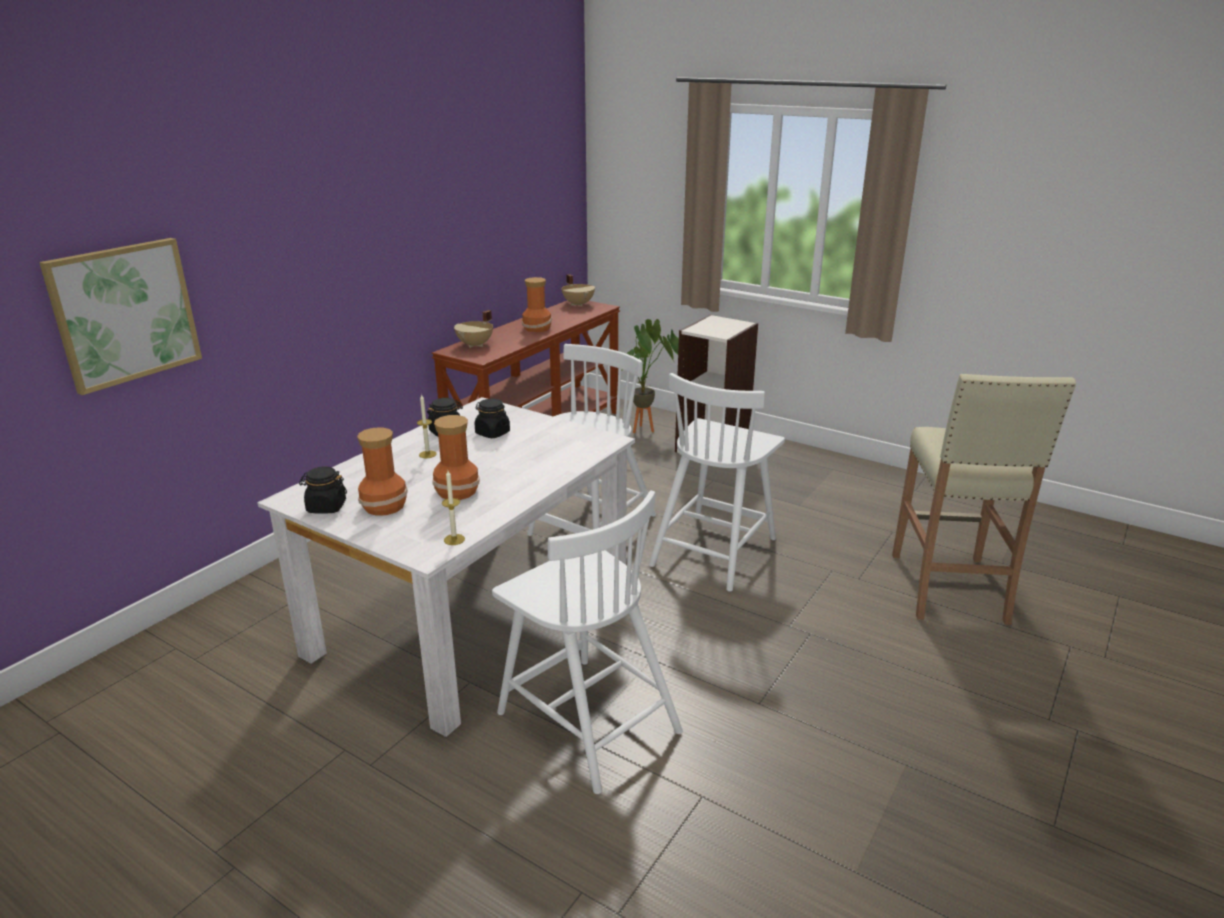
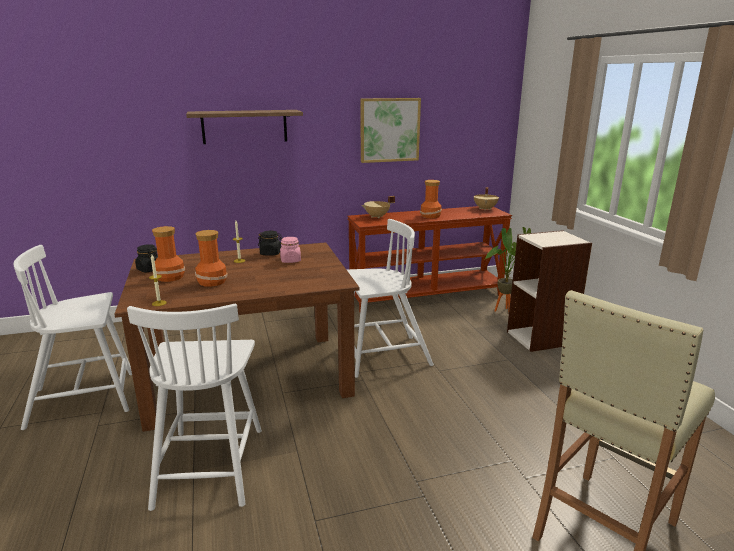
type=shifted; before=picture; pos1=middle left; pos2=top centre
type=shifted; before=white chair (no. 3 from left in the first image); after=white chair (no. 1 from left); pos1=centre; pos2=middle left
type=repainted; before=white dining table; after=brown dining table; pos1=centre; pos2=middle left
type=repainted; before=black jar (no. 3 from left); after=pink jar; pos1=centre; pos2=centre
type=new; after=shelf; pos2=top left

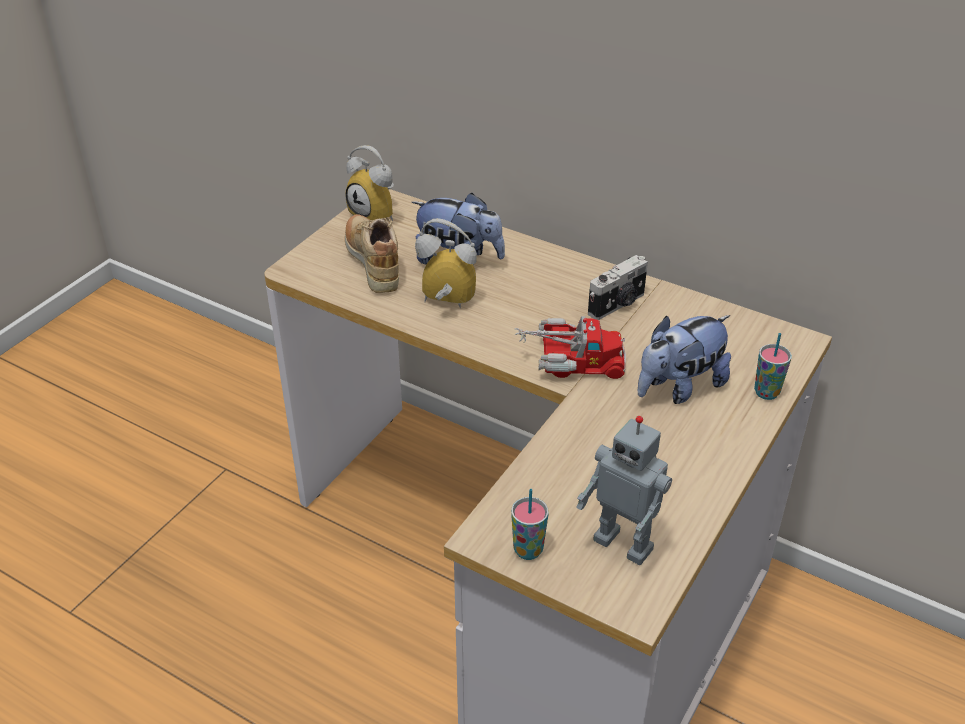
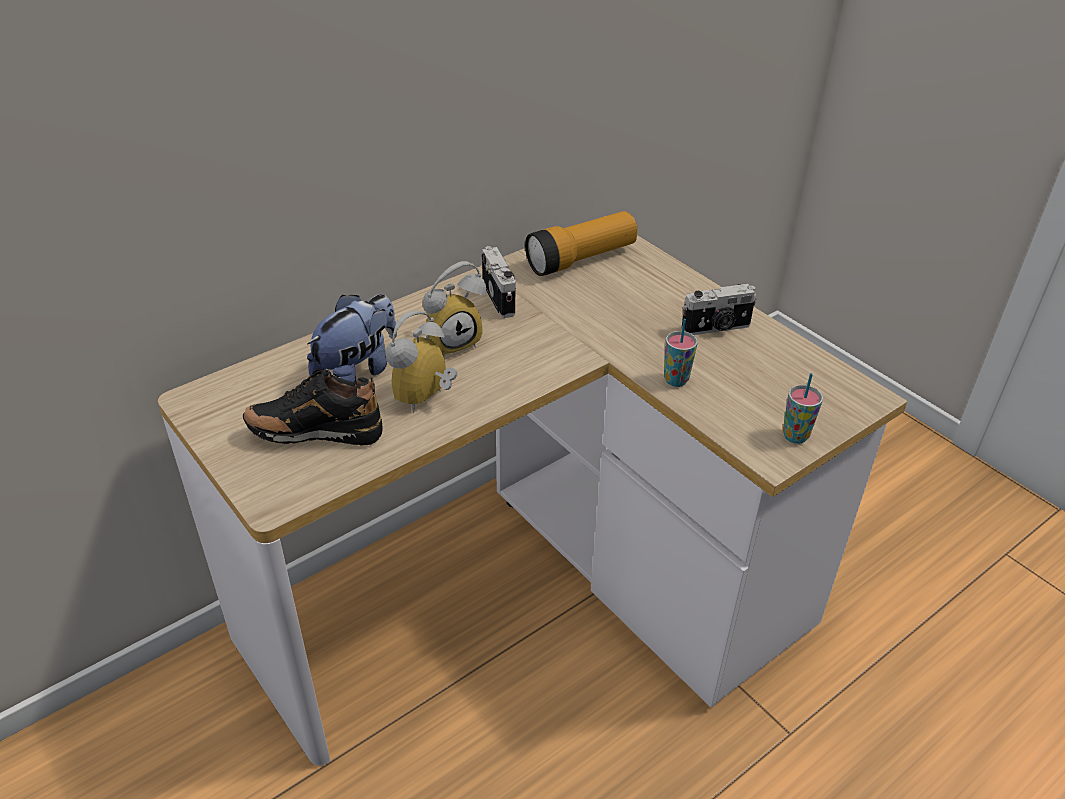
type=shifted; before=alarm clock (no. 1 from left in the first image); after=alarm clock (no. 2 from left); pos1=top centre; pos2=centre
type=repainted; before=beige shoe; after=black shoe; pos1=centre; pos2=middle left
type=gone; before=plush toy (no. 2 from left); pos1=middle right
type=gone; before=toy truck; pos1=centre
type=shifted; before=cup (no. 2 from left in the first image); after=cup (no. 1 from left); pos1=middle right; pos2=centre
type=gone; before=toy robot; pos1=bottom centre
type=new; after=flashlight; pos2=top centre
type=new; after=photo camera (no. 2 from left); pos2=middle right

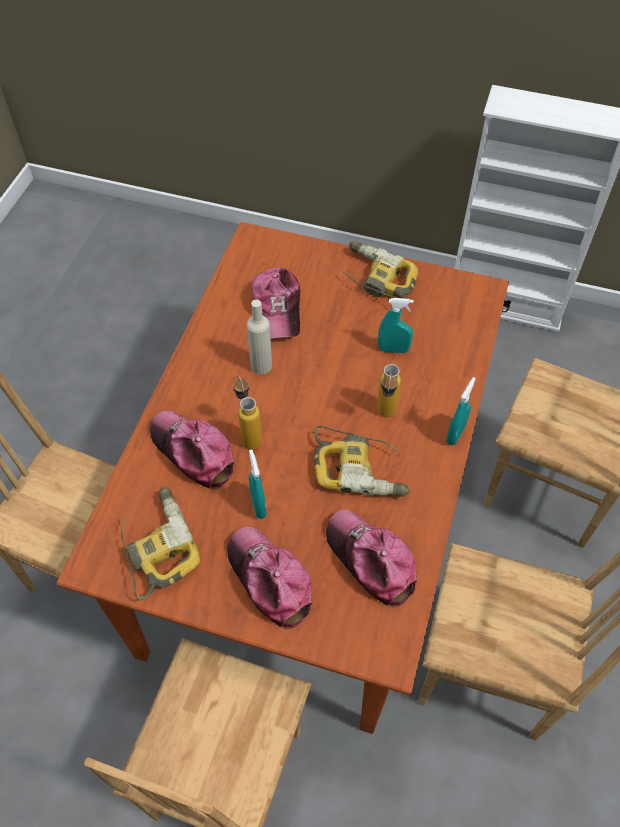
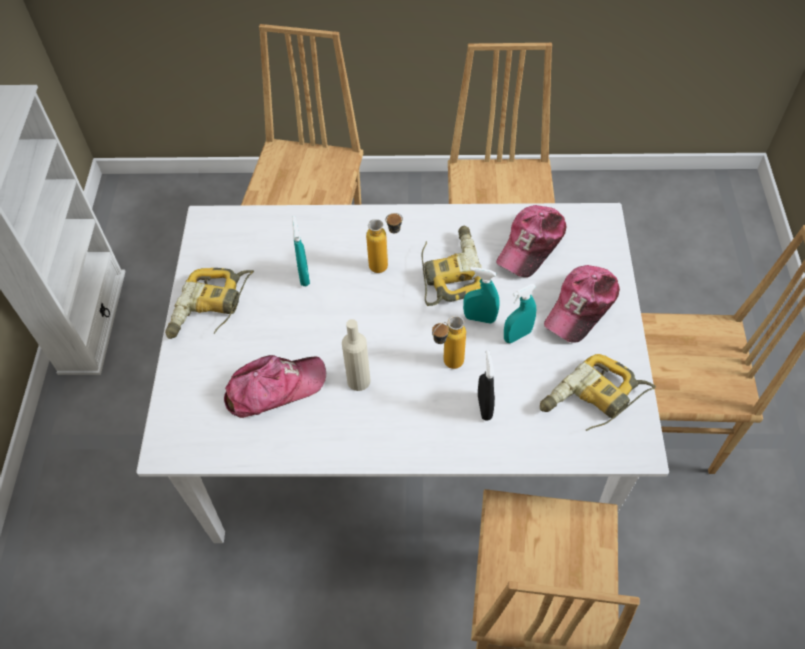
type=repainted; before=brown dining table; after=white dining table; pos1=centre; pos2=centre
type=shifted; before=turquoise spray bottle (no. 3 from left in the first image); after=turquoise spray bottle (no. 2 from left); pos1=middle right; pos2=centre
type=swapped; before=cap (no. 1 from left); after=black spray bottle; pos1=middle left; pos2=centre

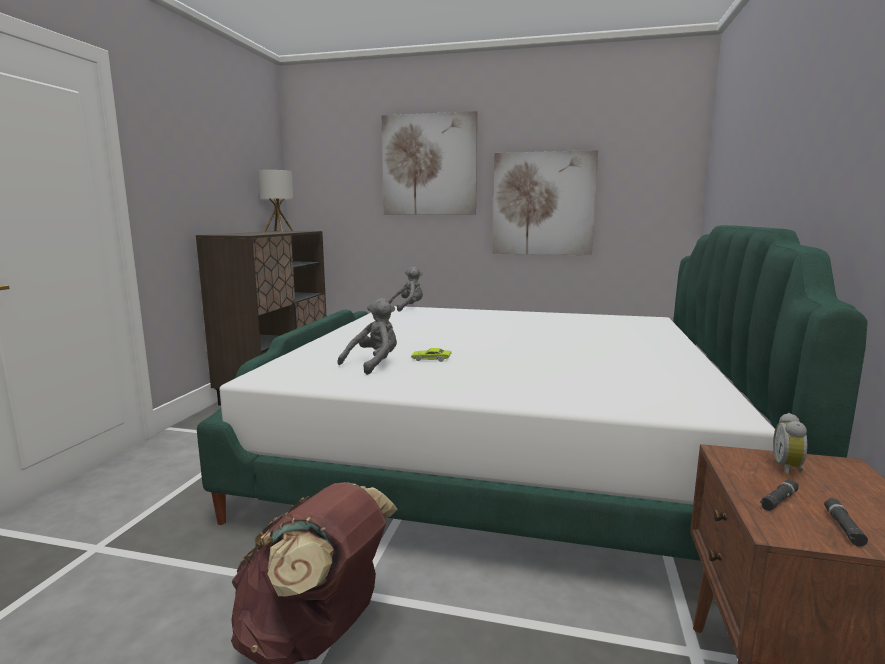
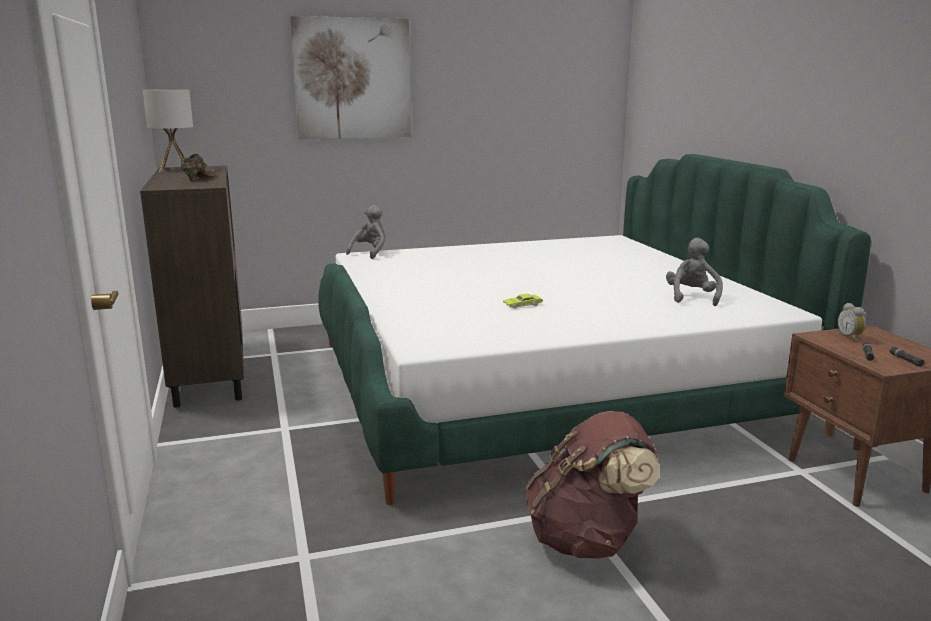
type=gone; before=picture (no. 2 from left); pos1=top centre
type=shifted; before=grey plush toy (no. 1 from left in the first image); after=grey plush toy (no. 2 from left); pos1=centre; pos2=middle right
type=new; after=brown shoe; pos2=top left

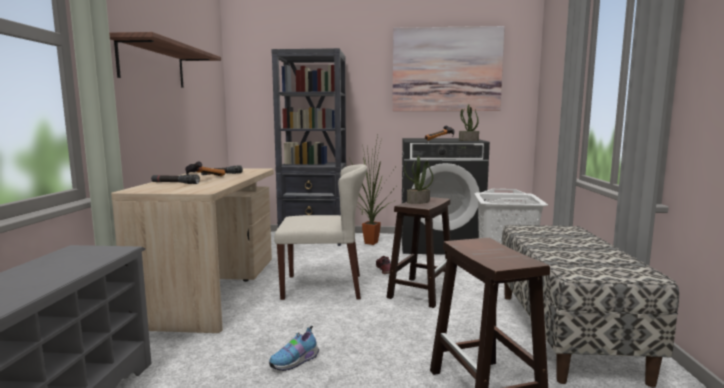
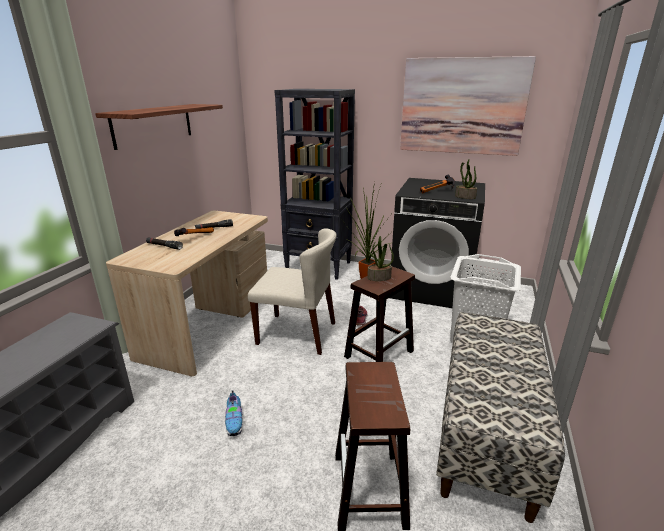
type=rotated; before=shoe (no. 1 from left); pos1=bottom centre; pos2=bottom centre; turn=-75

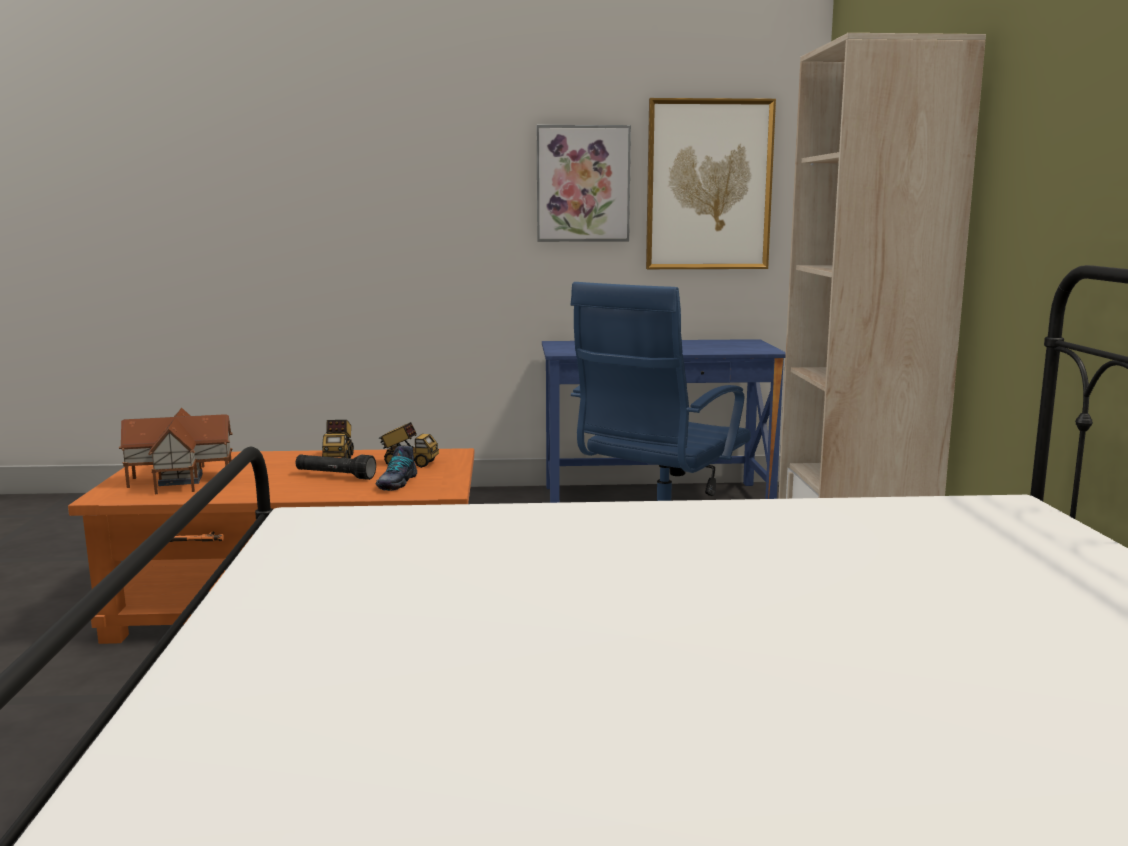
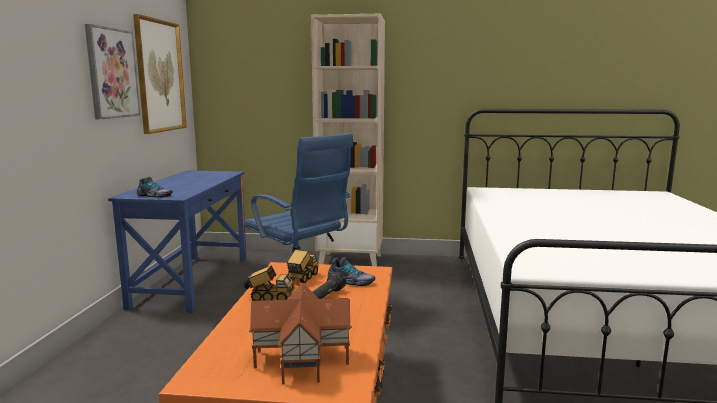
type=new; after=shoe (no. 1 from left); pos2=middle left

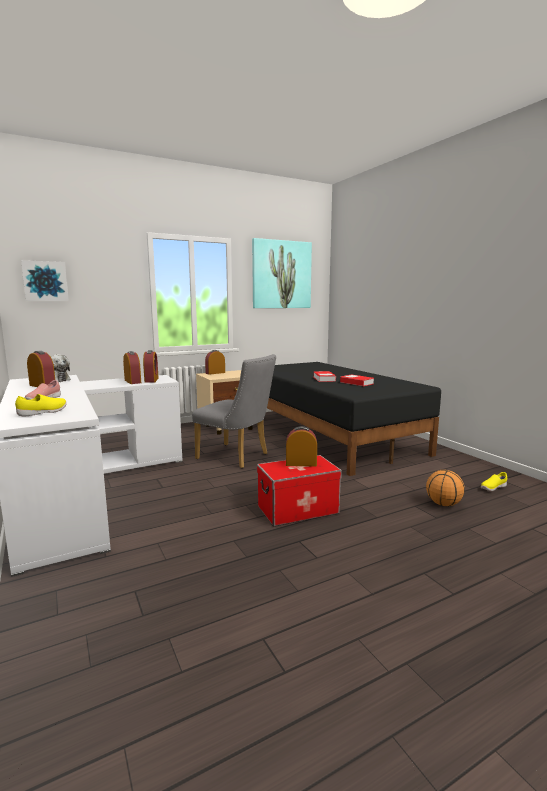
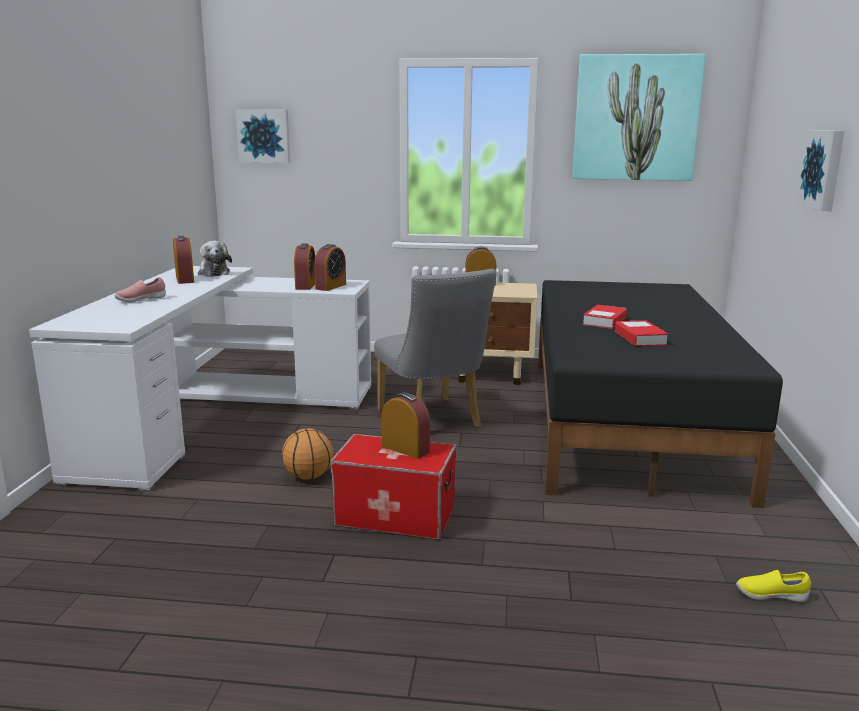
type=gone; before=yellow shoe (no. 1 from left); pos1=middle left
type=shifted; before=basketball; pos1=middle right; pos2=centre
type=new; after=picture (no. 3 from left); pos2=top right

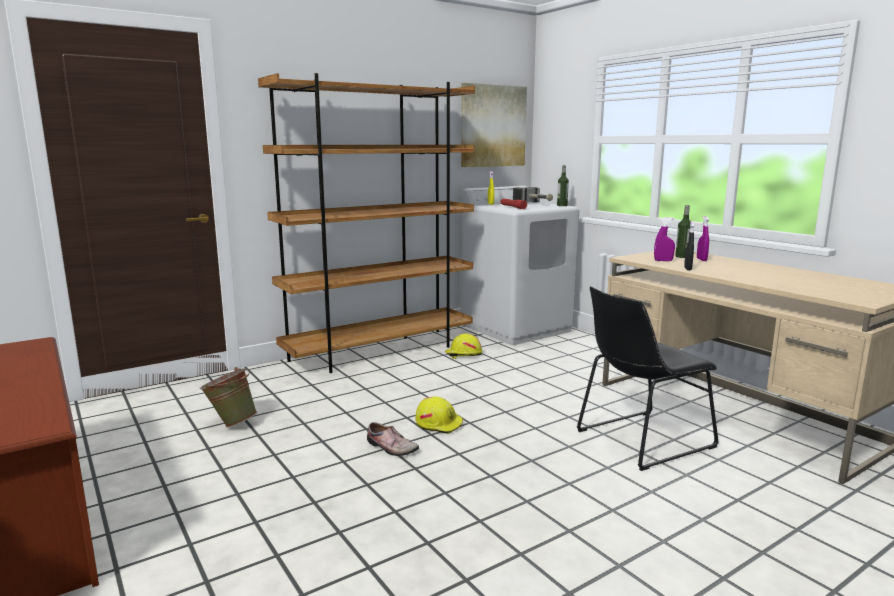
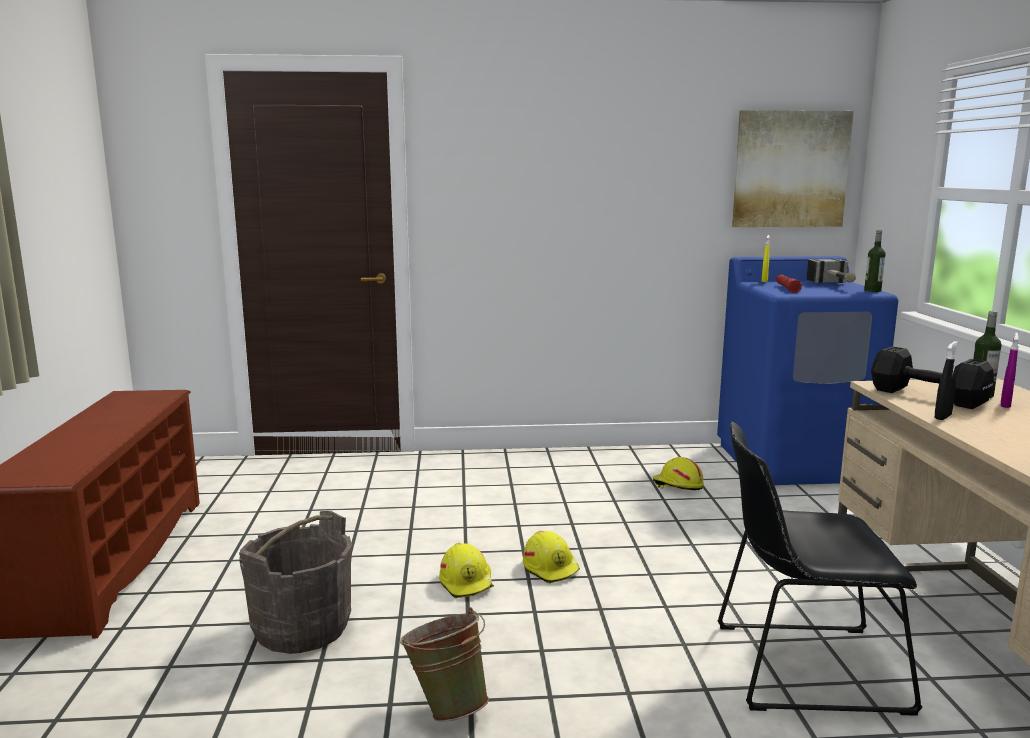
type=gone; before=brown bookcase; pos1=centre
type=repainted; before=white washing machine; after=blue washing machine; pos1=centre; pos2=middle right
type=swapped; before=purple spray bottle (no. 1 from left); after=black dumbbell; pos1=middle right; pos2=middle right
type=shifted; before=green bucket; pos1=middle left; pos2=bottom centre
type=swapped; before=shoe; after=yellow hard hat (no. 1 from left); pos1=bottom centre; pos2=bottom centre
type=new; after=grey bucket; pos2=bottom left

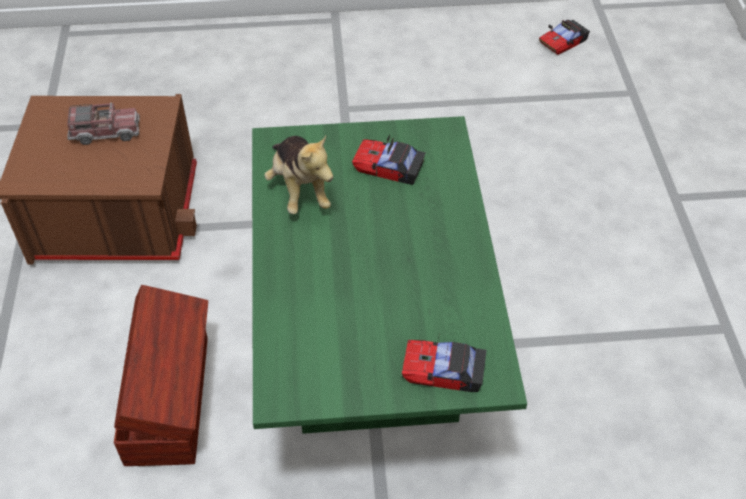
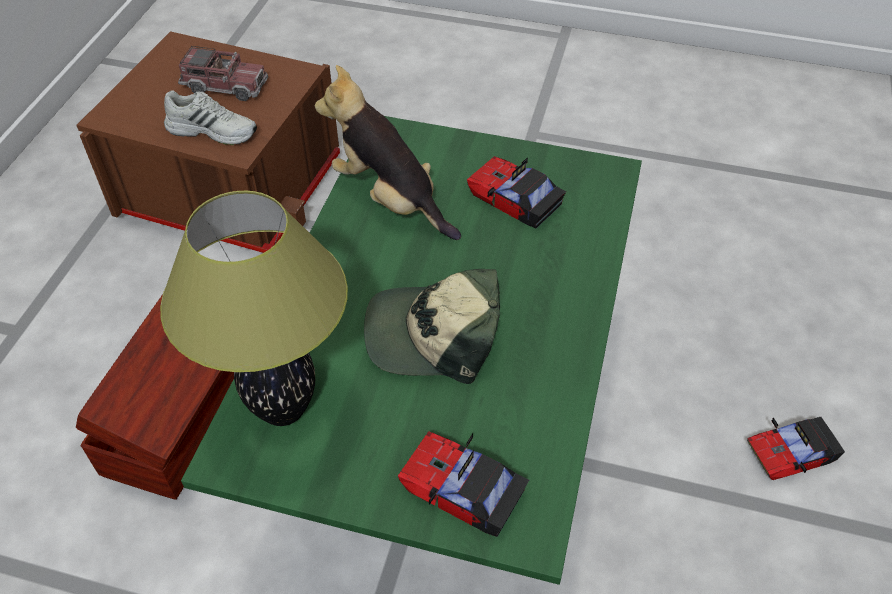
type=shifted; before=toy car (no. 3 from left); pos1=top right; pos2=bottom right
type=rotated; before=plush toy; pos1=centre; pos2=top centre; turn=135
type=new; after=white shoe; pos2=top left
type=new; after=table lamp; pos2=middle left
type=new; after=cap; pos2=centre

